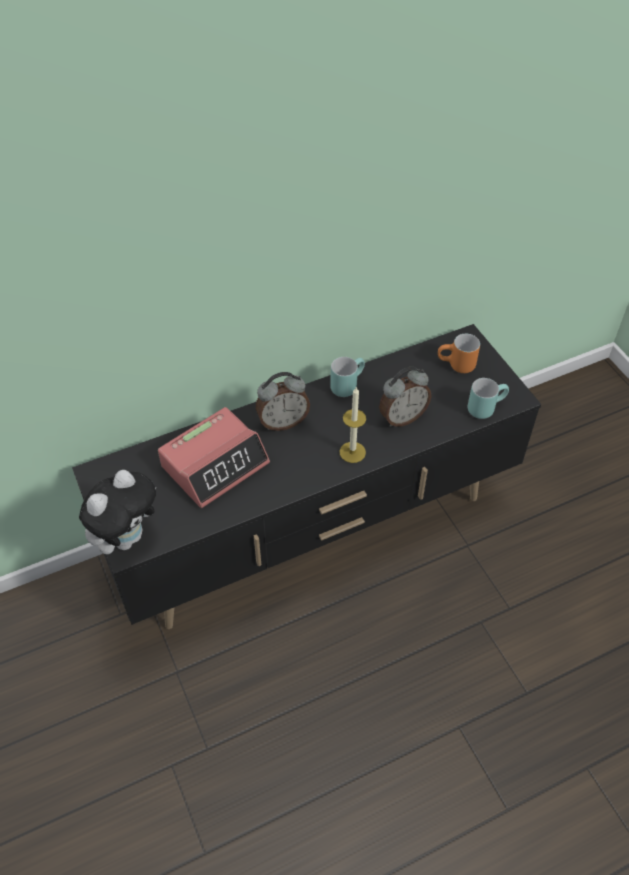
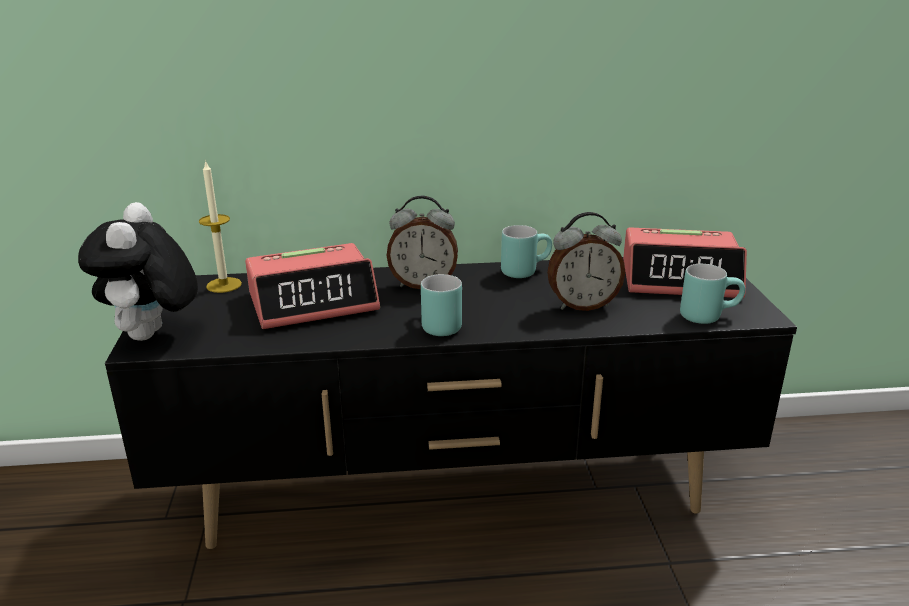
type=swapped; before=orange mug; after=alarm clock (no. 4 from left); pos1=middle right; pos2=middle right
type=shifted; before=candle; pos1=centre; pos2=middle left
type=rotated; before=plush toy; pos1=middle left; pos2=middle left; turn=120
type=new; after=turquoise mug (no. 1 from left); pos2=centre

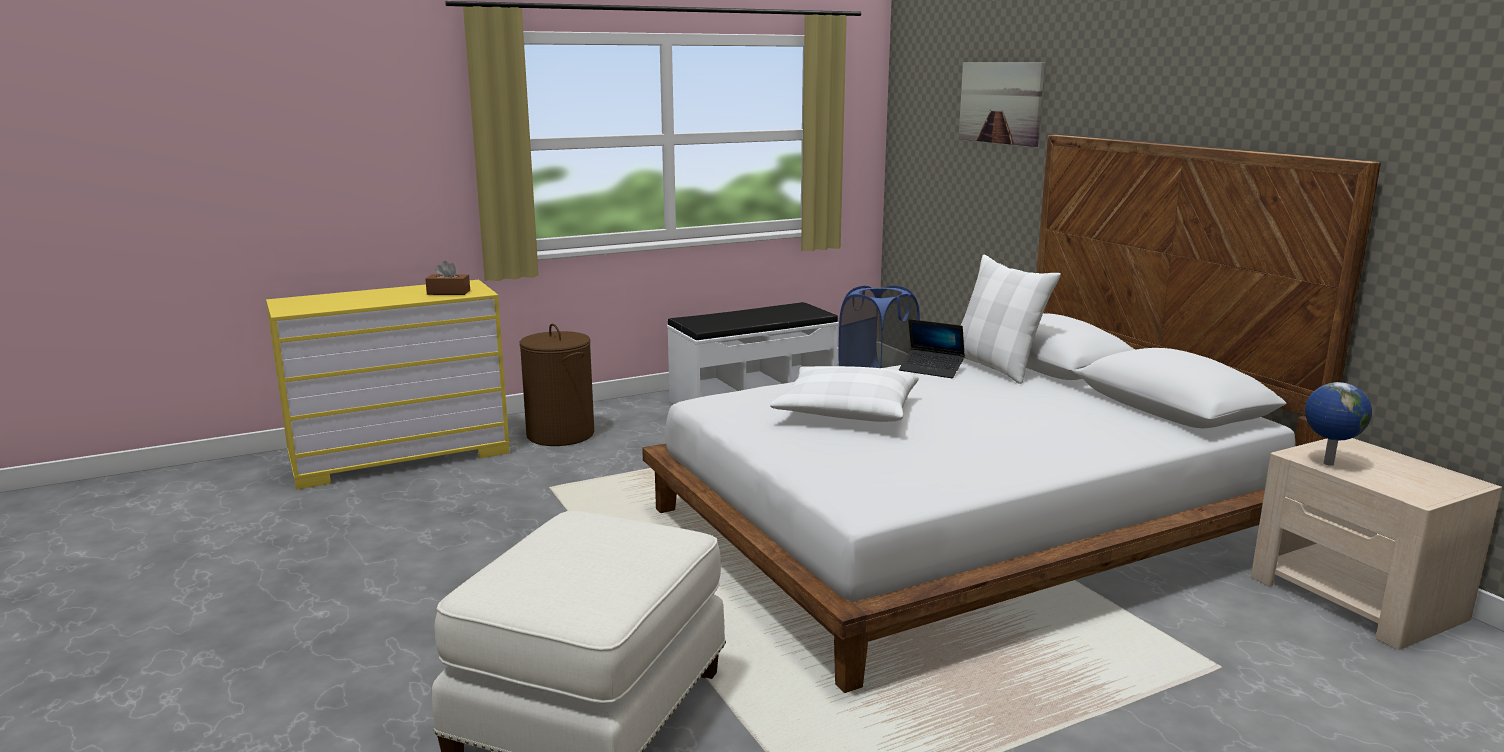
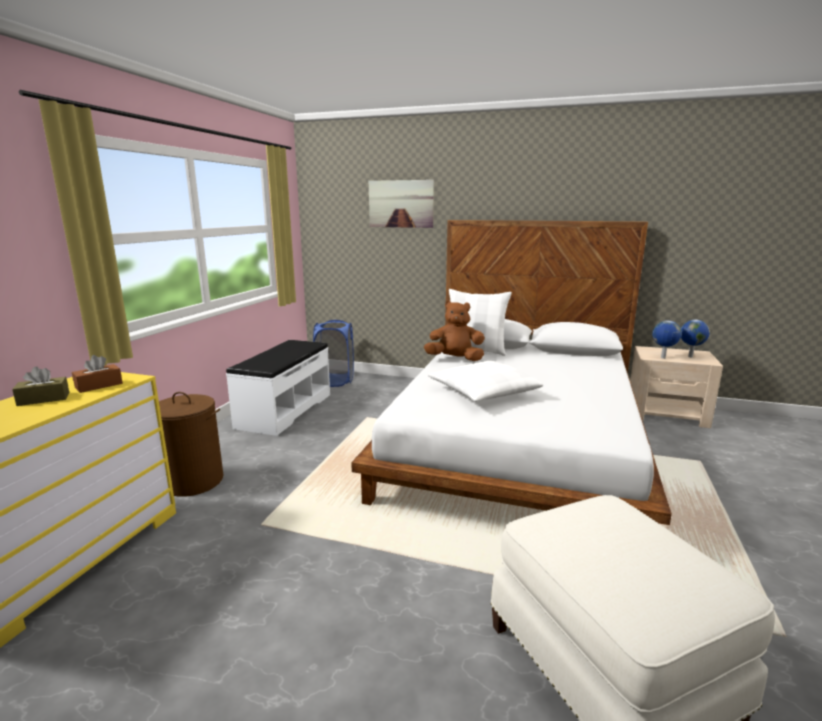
type=swapped; before=laptop; after=brown plush toy; pos1=centre; pos2=centre
type=new; after=globe (no. 2 from left); pos2=middle right
type=new; after=brown tissue box (no. 1 from left); pos2=middle left

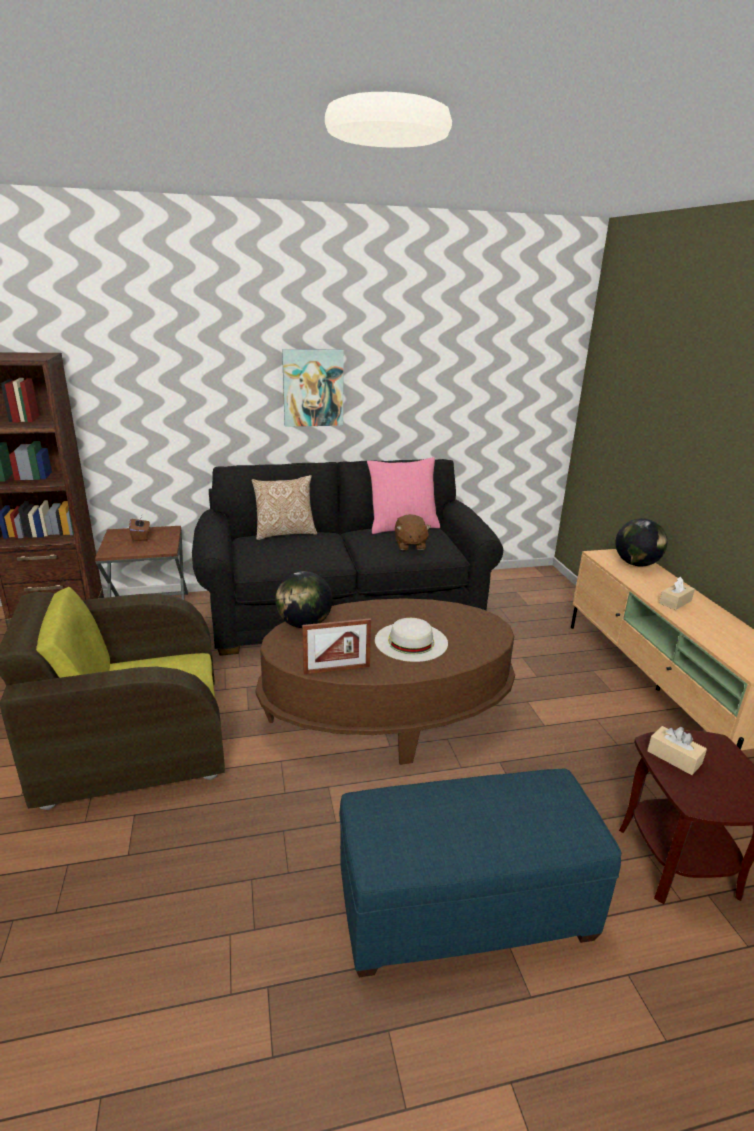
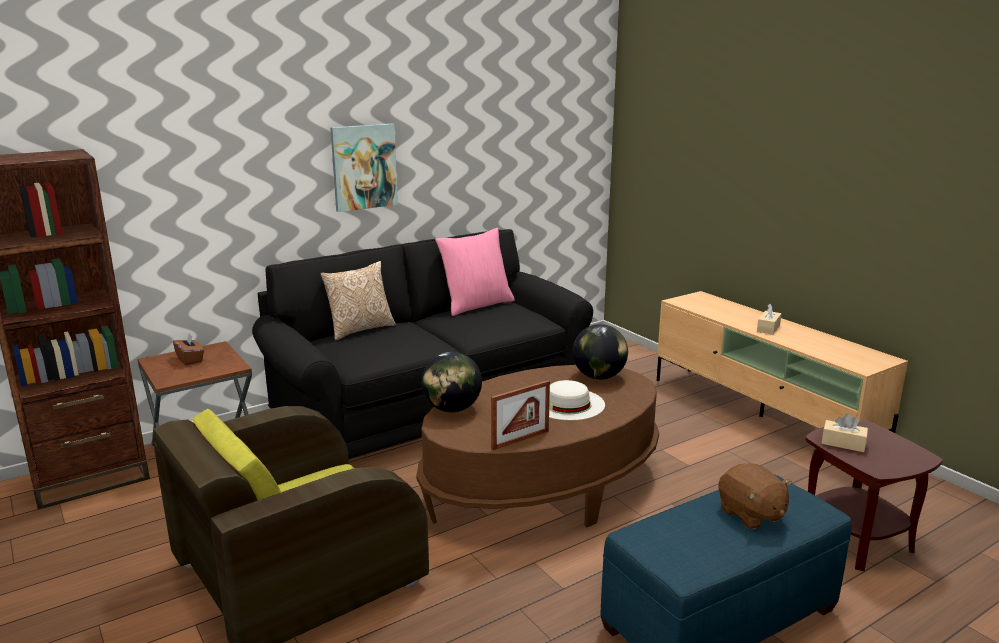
type=shifted; before=brown plush toy; pos1=centre; pos2=bottom right
type=shifted; before=globe (no. 2 from left); pos1=middle right; pos2=centre

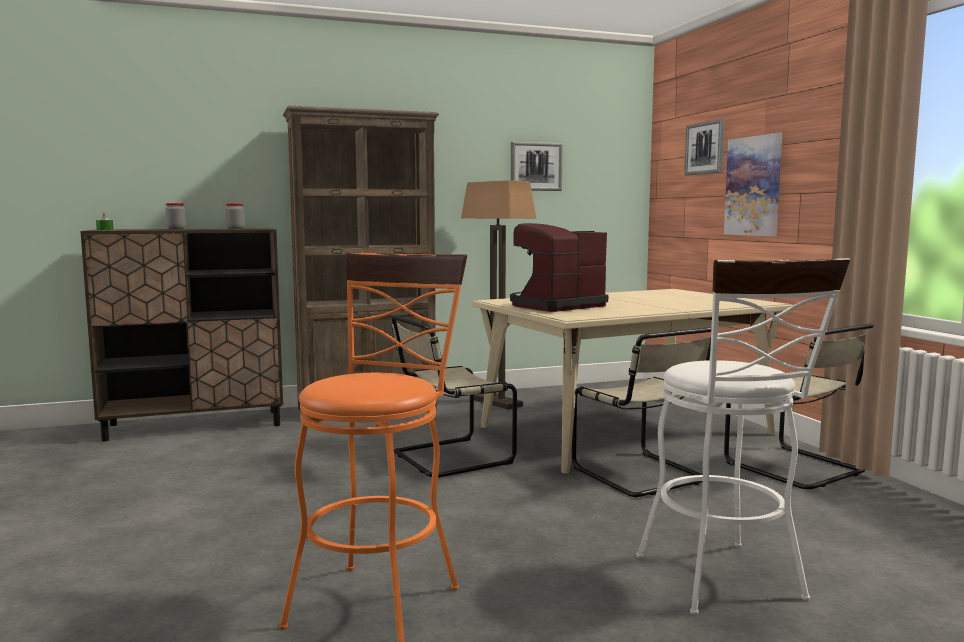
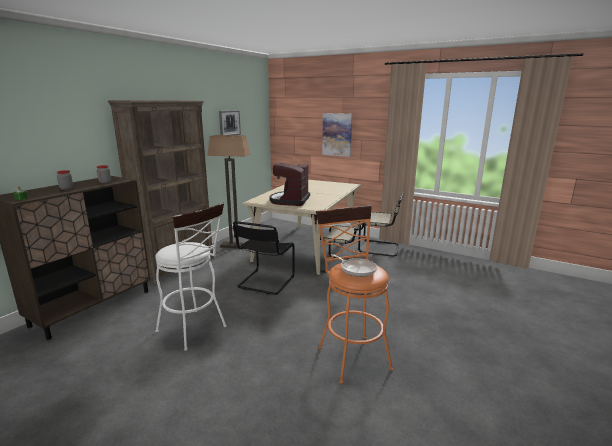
type=gone; before=picture (no. 2 from left); pos1=top right
type=shifted; before=white stool; pos1=bottom right; pos2=middle left
type=repainted; before=beige chair (no. 1 from left); after=black chair; pos1=centre; pos2=centre
type=new; after=frying pan; pos2=centre

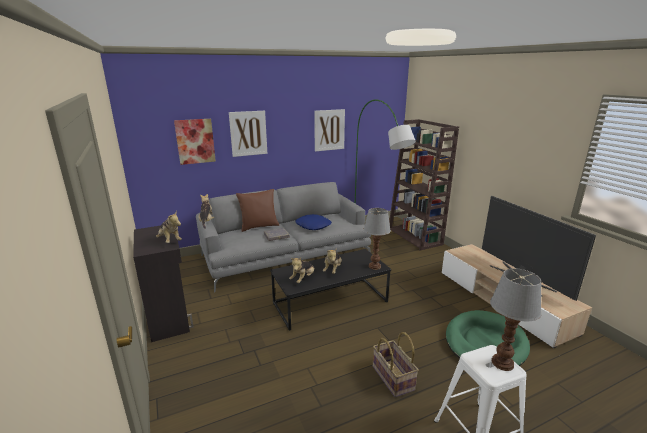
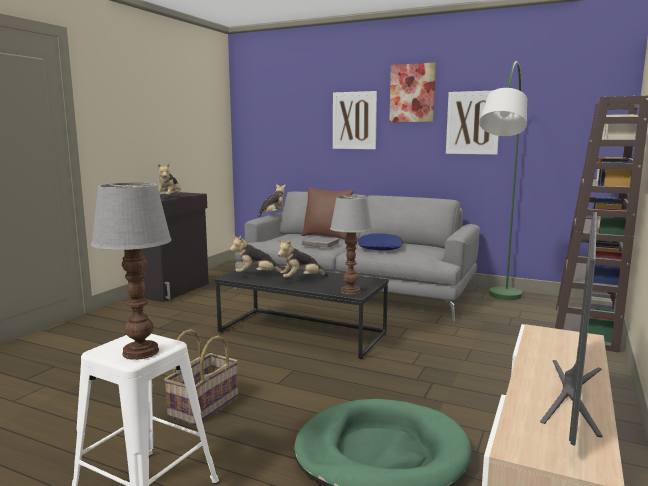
type=shifted; before=picture (no. 1 from left in the first image); after=picture (no. 2 from left); pos1=top left; pos2=top centre

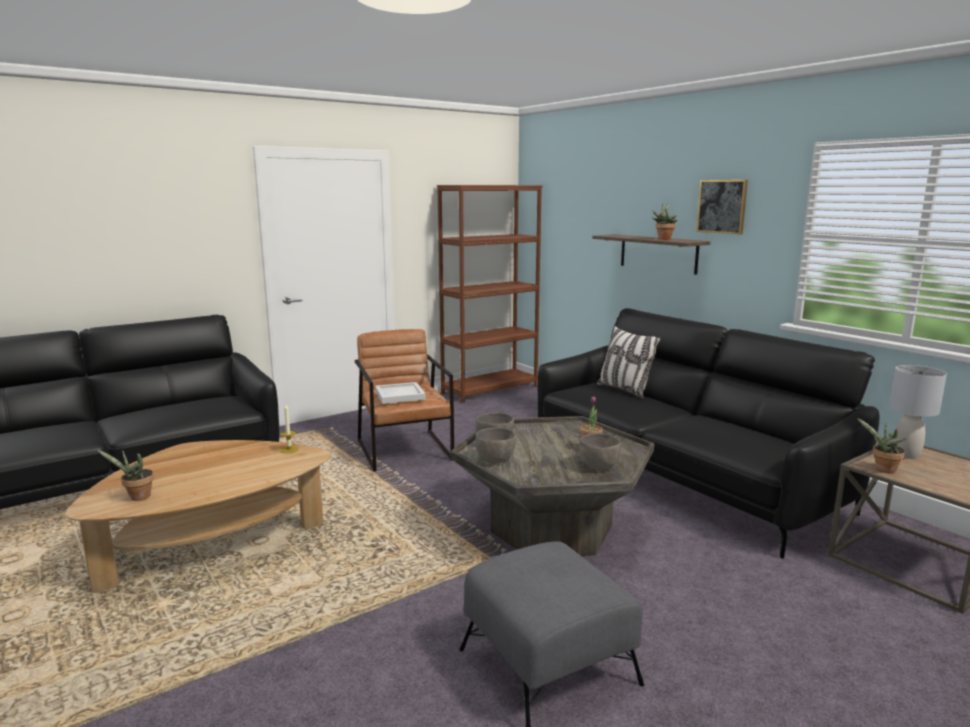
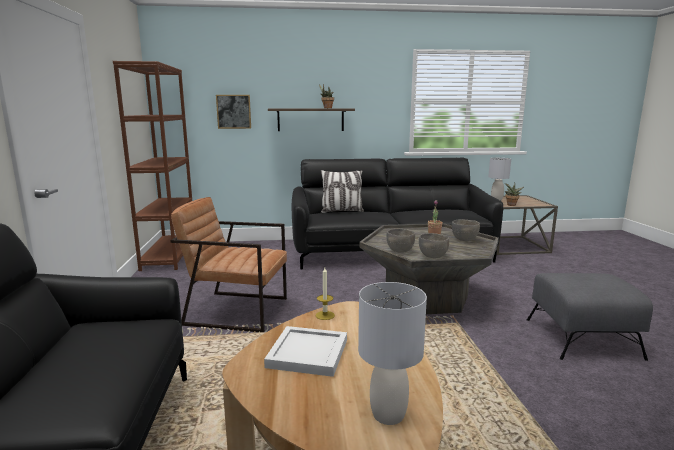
type=shifted; before=picture; pos1=top right; pos2=top centre
type=shifted; before=white tray; pos1=centre; pos2=bottom centre
type=swapped; before=potted plant (no. 1 from left); after=grey table lamp (no. 1 from left); pos1=middle left; pos2=bottom centre

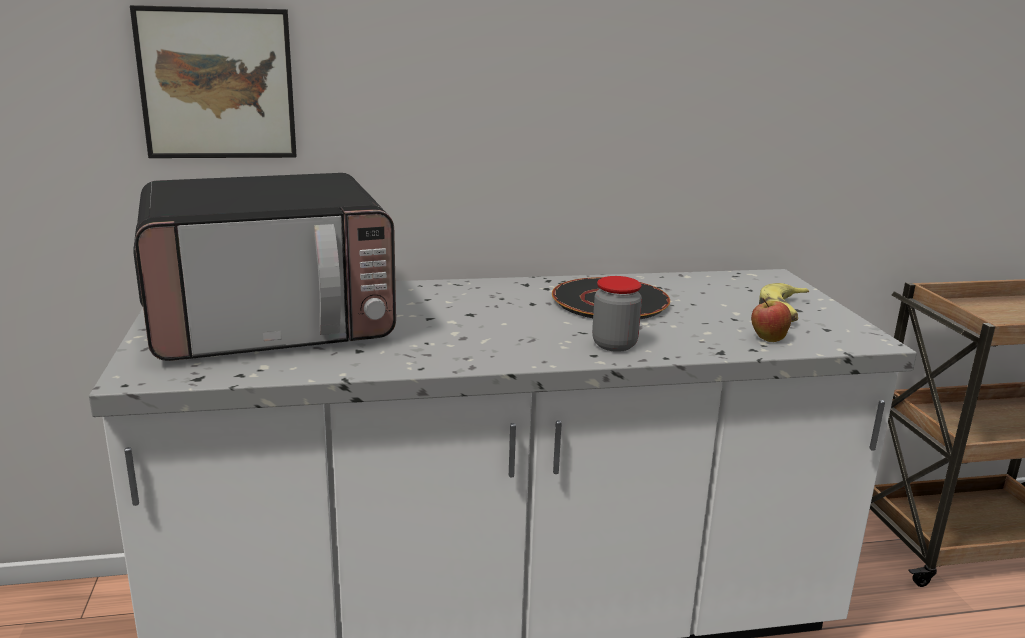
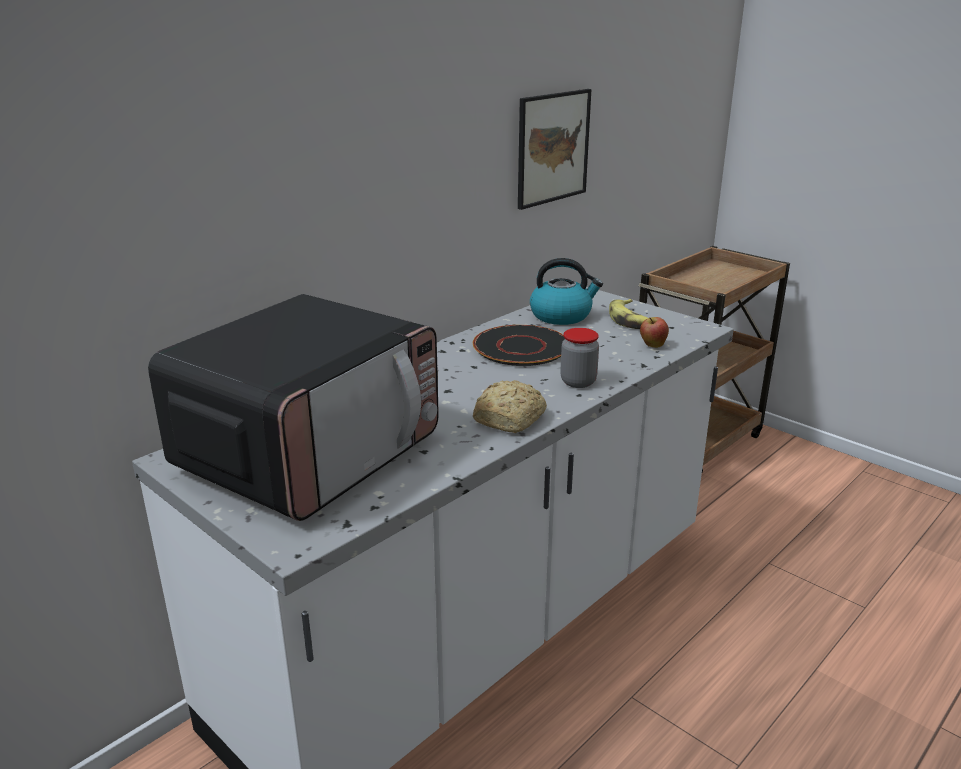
type=shifted; before=picture; pos1=top left; pos2=top centre
type=new; after=kettle; pos2=centre
type=new; after=bread; pos2=centre

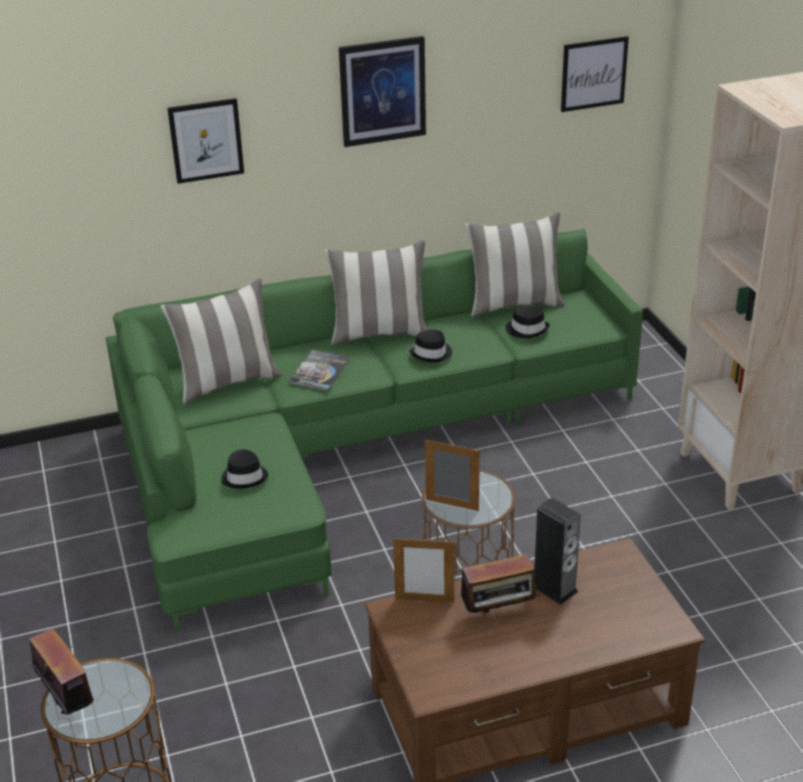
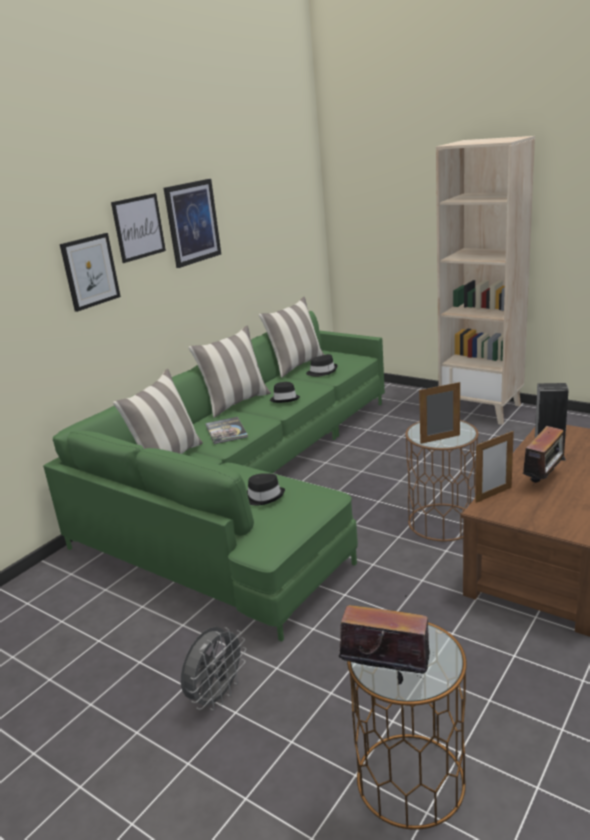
type=shifted; before=picture (no. 3 from left in the first image); after=picture (no. 2 from left); pos1=top right; pos2=top left
type=new; after=grey fan; pos2=bottom centre

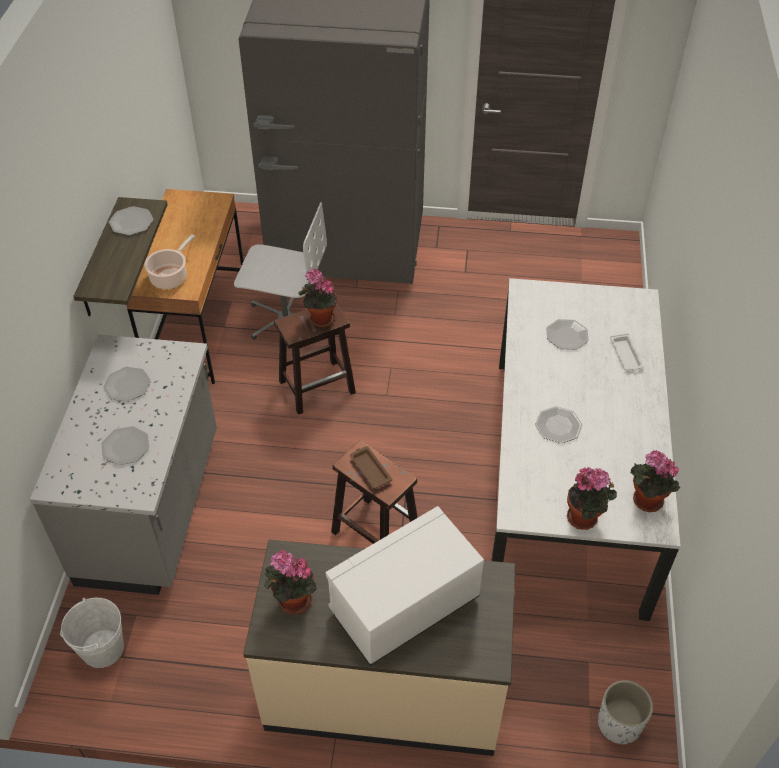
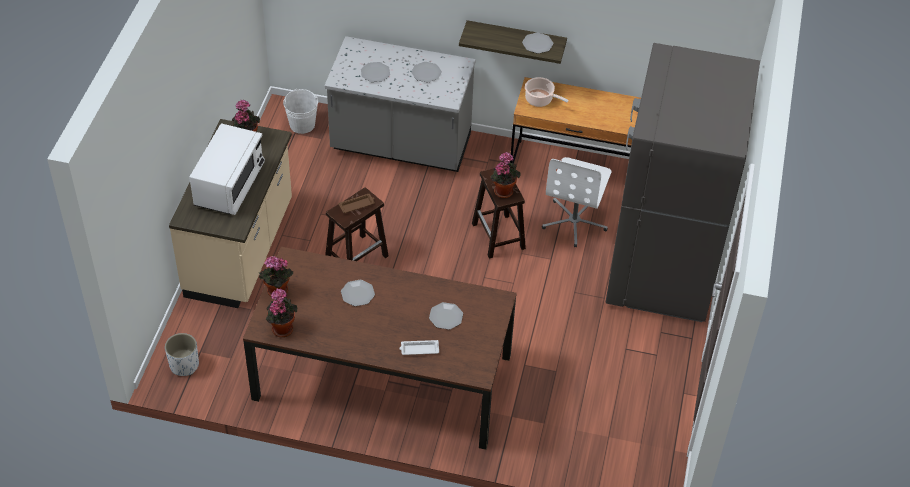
type=repainted; before=white dining table; after=brown dining table; pos1=middle right; pos2=bottom centre
type=rotated; before=white microwave; pos1=bottom centre; pos2=middle left; turn=45

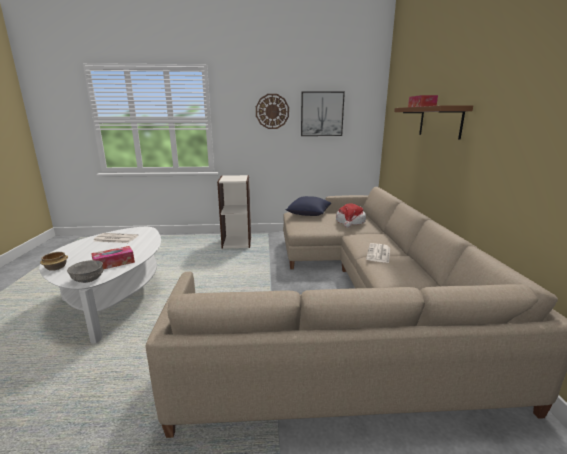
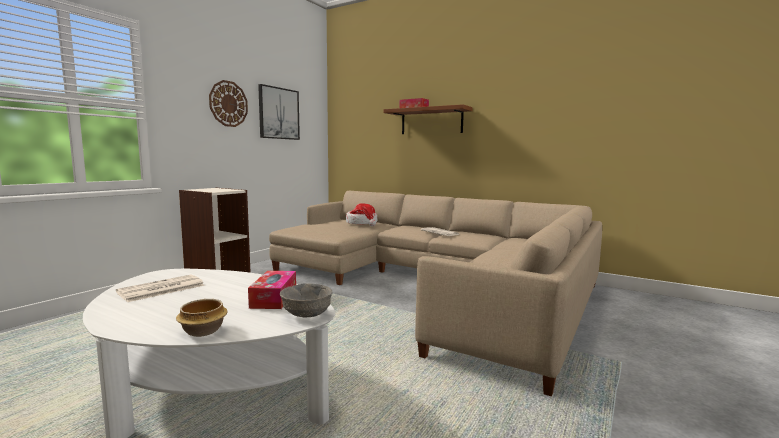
type=gone; before=blue pillow; pos1=centre

